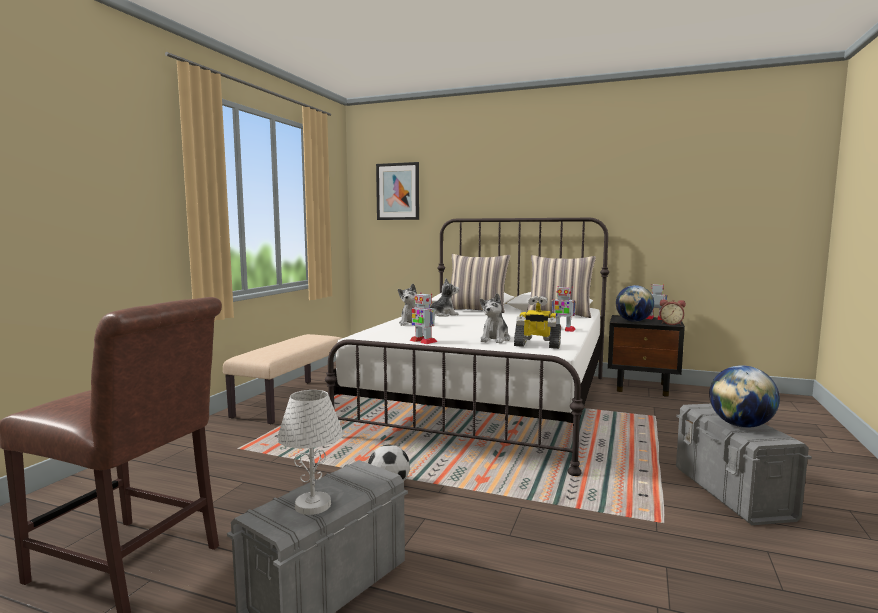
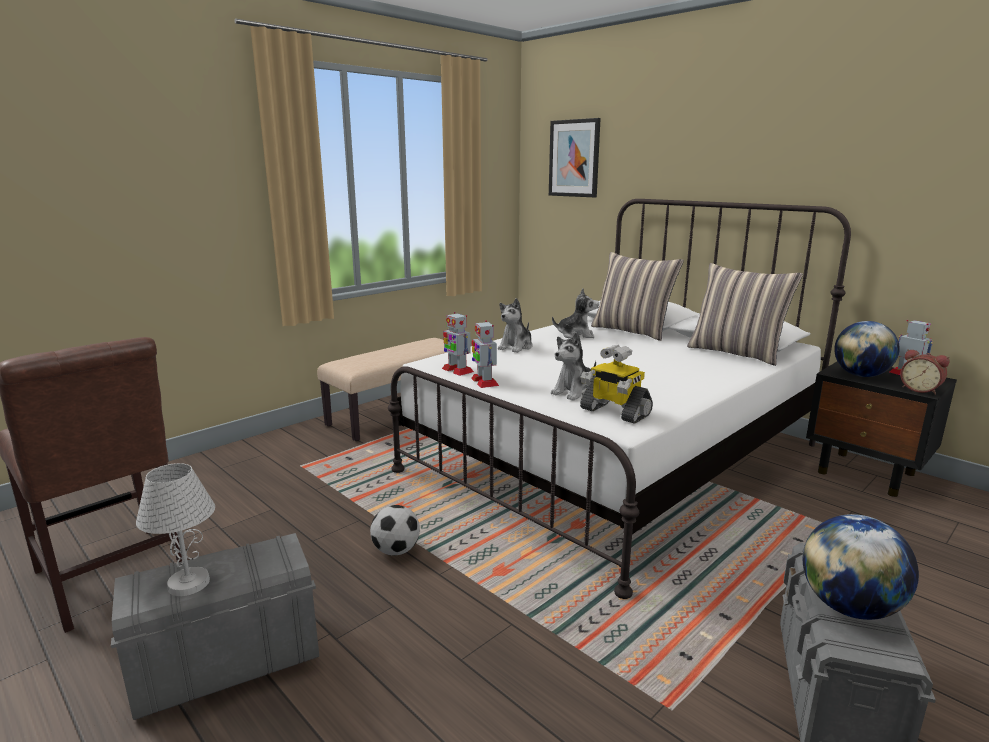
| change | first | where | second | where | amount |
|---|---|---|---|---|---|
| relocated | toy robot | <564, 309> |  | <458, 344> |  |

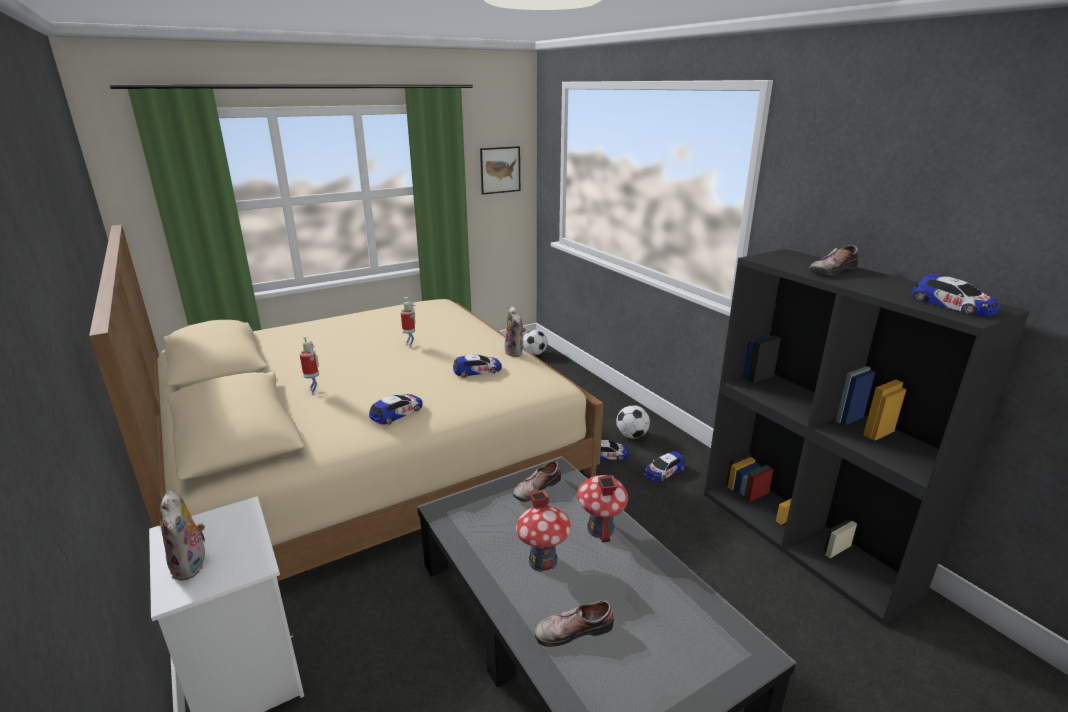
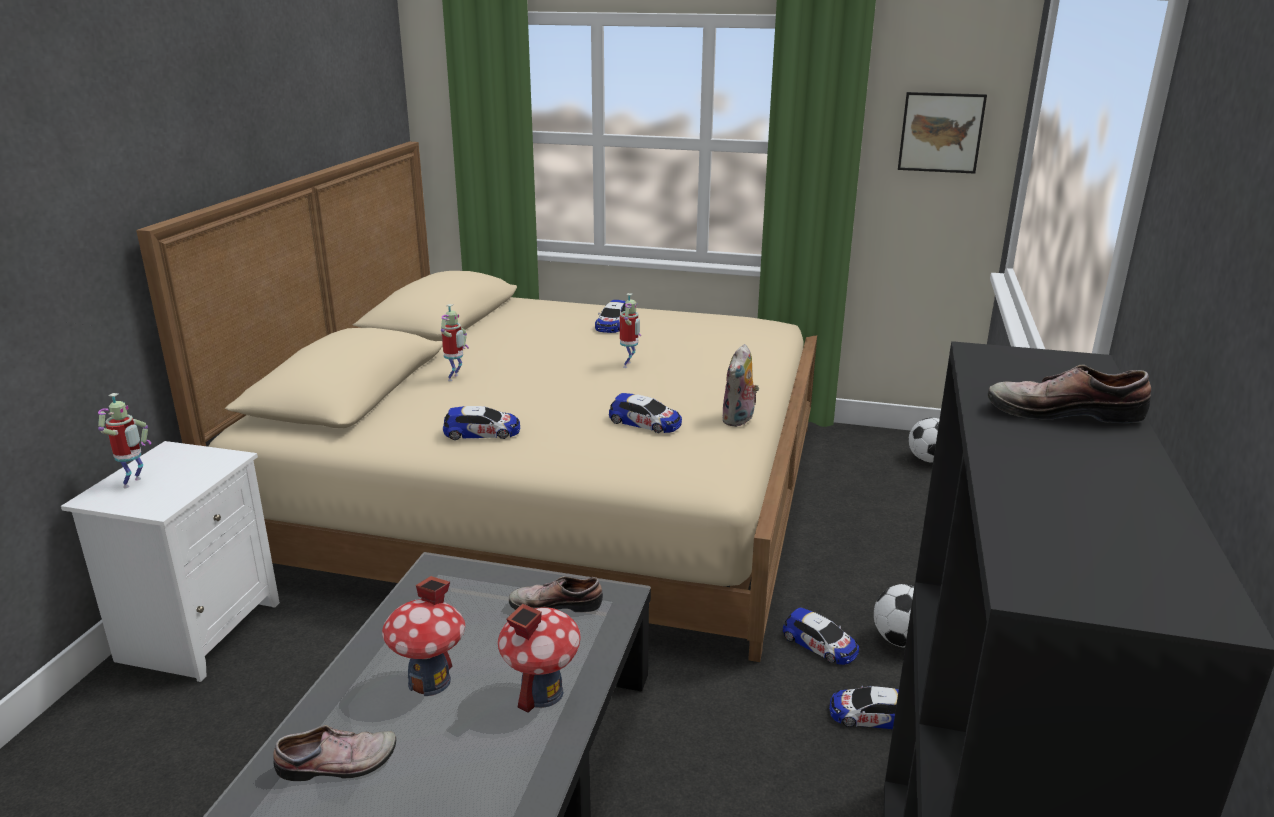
| change | first | where | second | where | amount |
|---|---|---|---|---|---|
| exchanged | plush toy | <182, 535> | toy robot | <124, 440> |  |
| spun | shoe | <574, 623> |  | <334, 753> | 135 degrees clockwise |
| relocated | toy car | <956, 295> |  | <610, 316> |  |

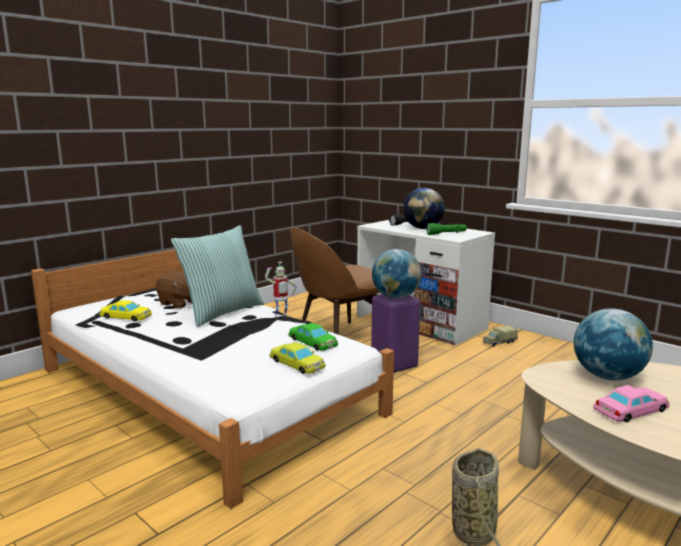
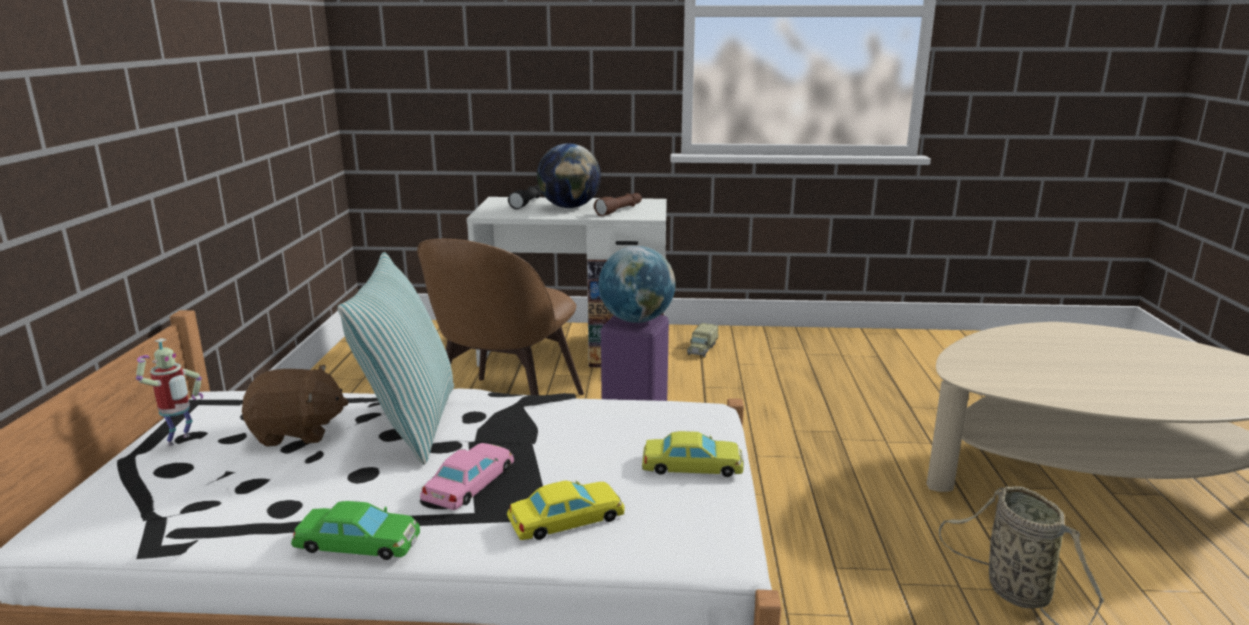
| change | first | where | second | where | amount |
|---|---|---|---|---|---|
| relocated | toy robot | <281, 289> |  | <169, 392> |  |
| relocated | green toy car | <313, 337> |  | <355, 530> |  |
| relocated | pink toy car | <631, 403> |  | <467, 476> |  |
| relocated | yellow toy car | <125, 311> |  | <566, 510> |  |
| colour | green flashlight | <446, 229> | brown flashlight | <618, 204> |  |
| missing | globe | <613, 344> |  |  |  |

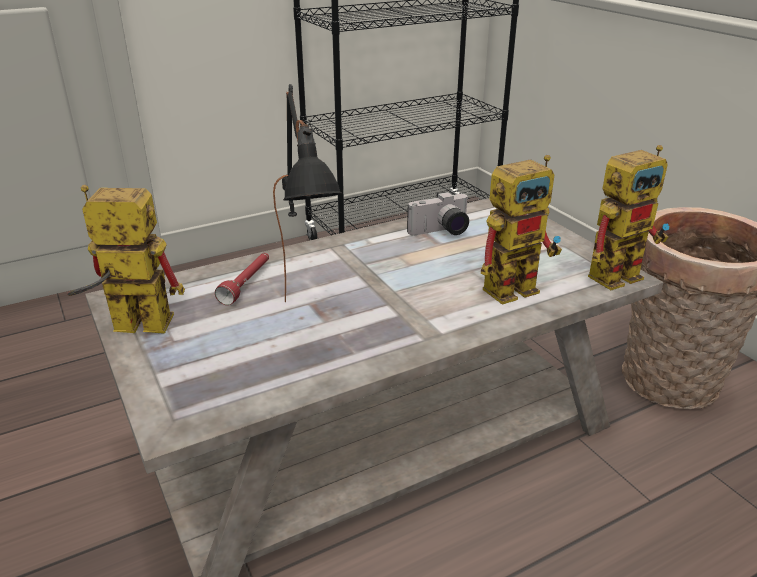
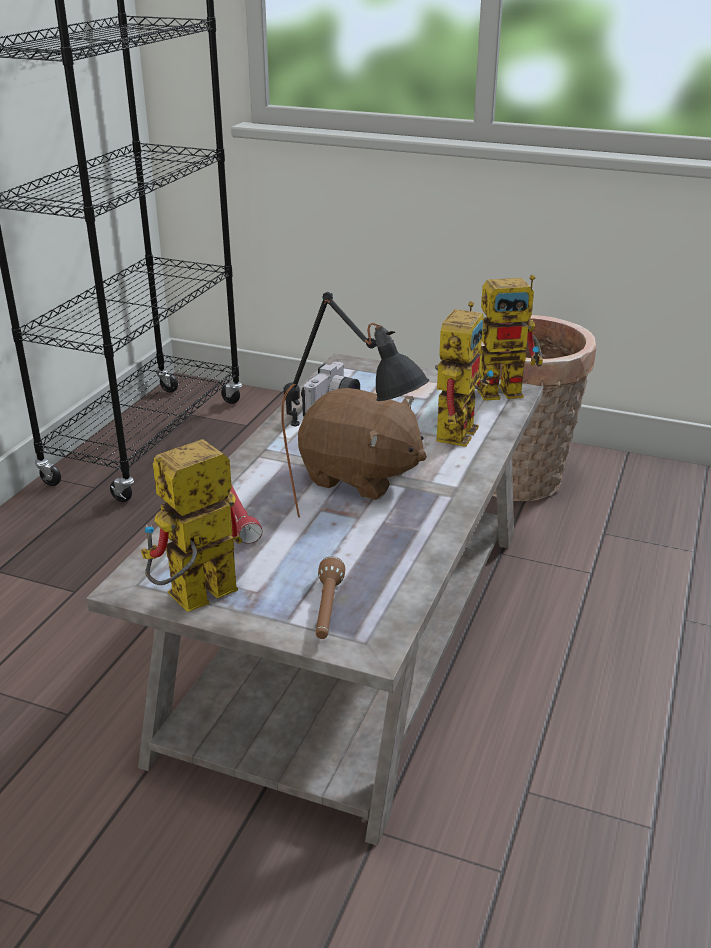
| change | first | where | second | where | amount |
|---|---|---|---|---|---|
| appeared |  |  | brown plush toy | <362, 444> |  |
| appeared |  |  | brown flashlight | <330, 598> |  |
| spun | toy robot | <629, 217> |  | <510, 338> | 60 degrees clockwise |

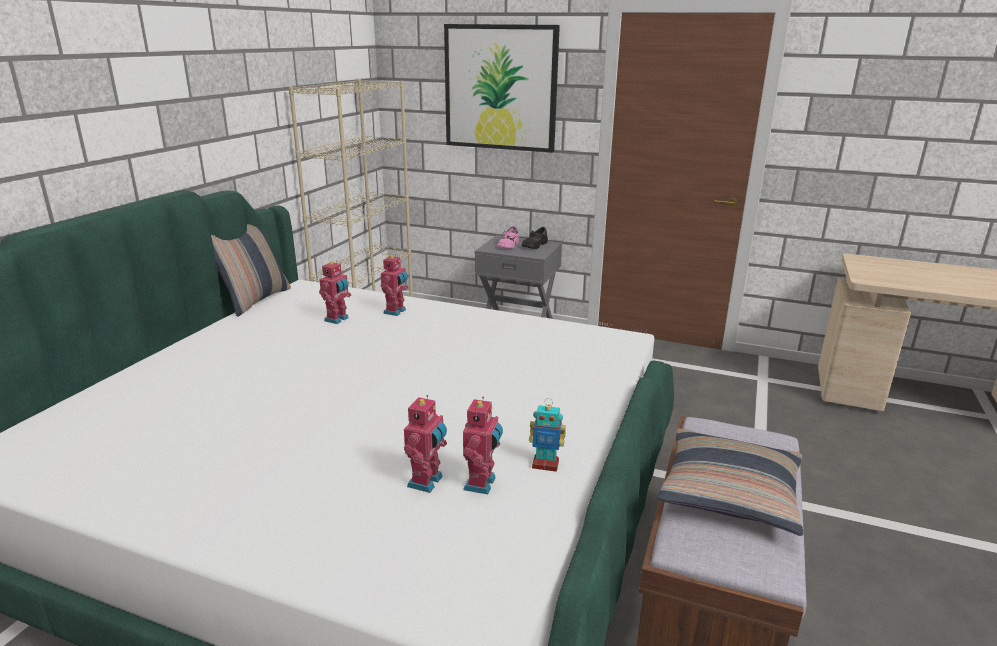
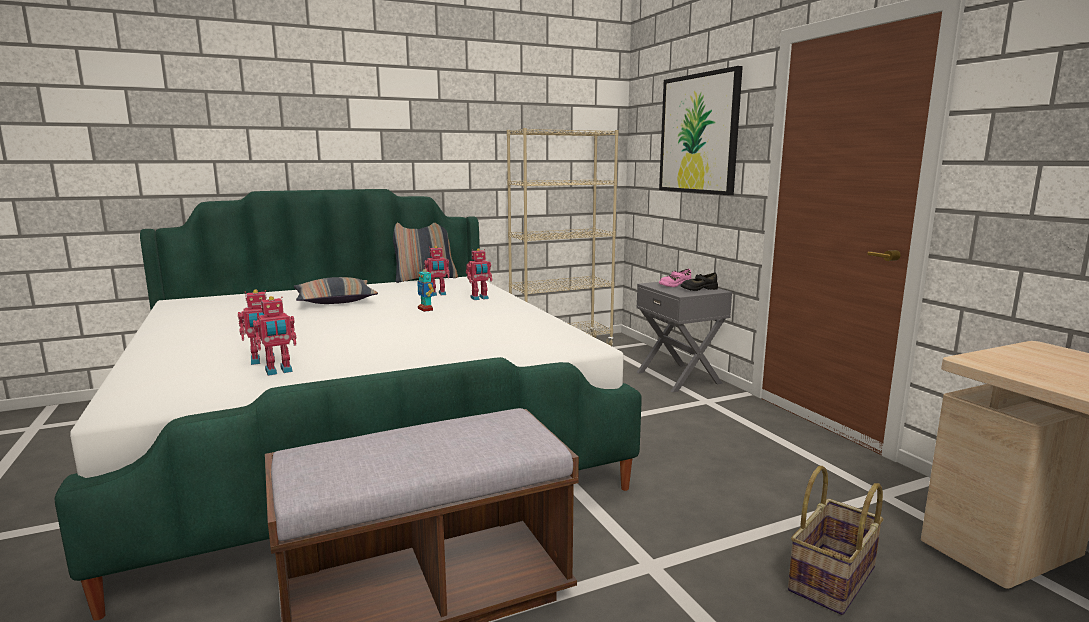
| change | first | where | second | where | amount |
|---|---|---|---|---|---|
| relocated | pillow | <730, 482> |  | <336, 290> |  |
| relocated | toy robot | <547, 435> |  | <425, 289> |  |
| appeared |  |  | basket | <836, 540> |  |

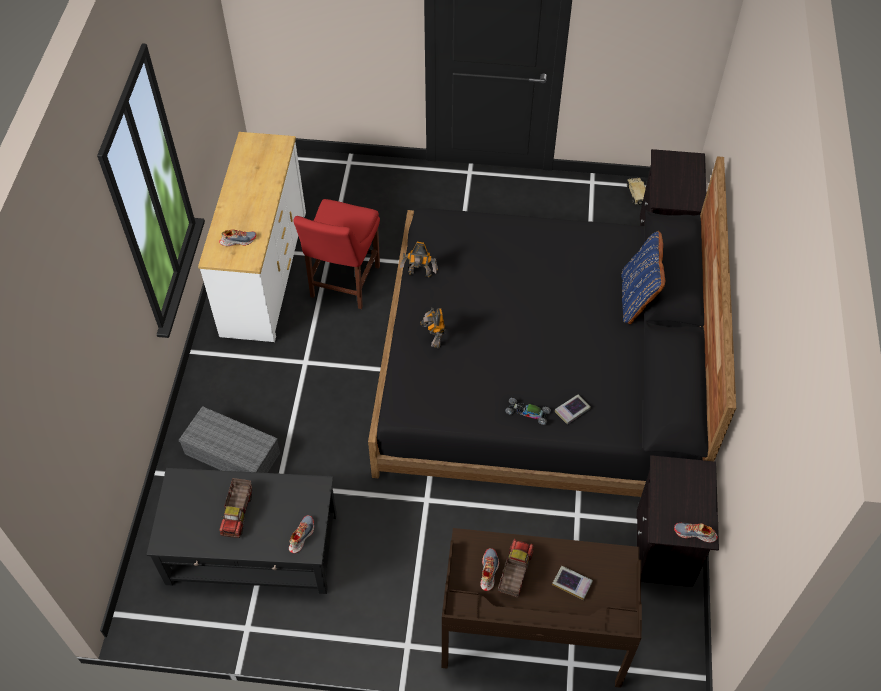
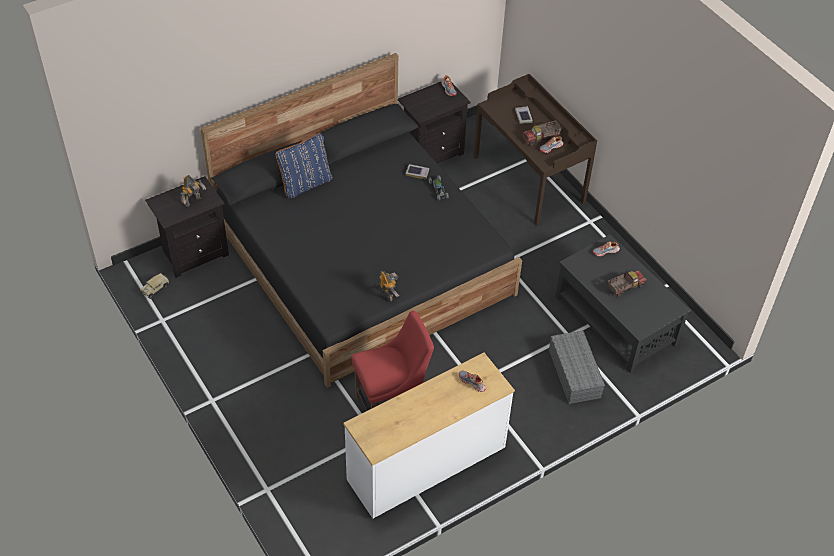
| change | first | where | second | where | amount |
|---|---|---|---|---|---|
| relocated | toy robot | <432, 328> |  | <193, 191> |  |

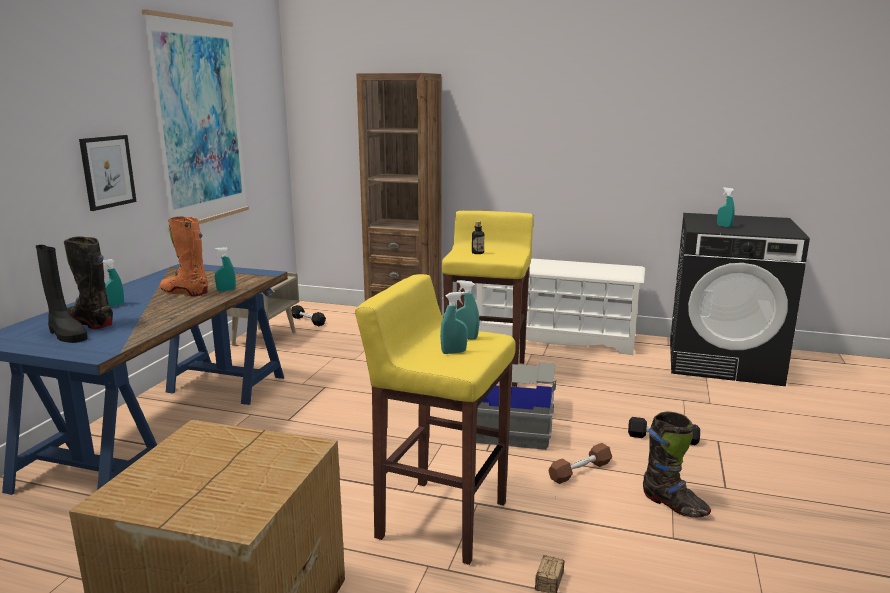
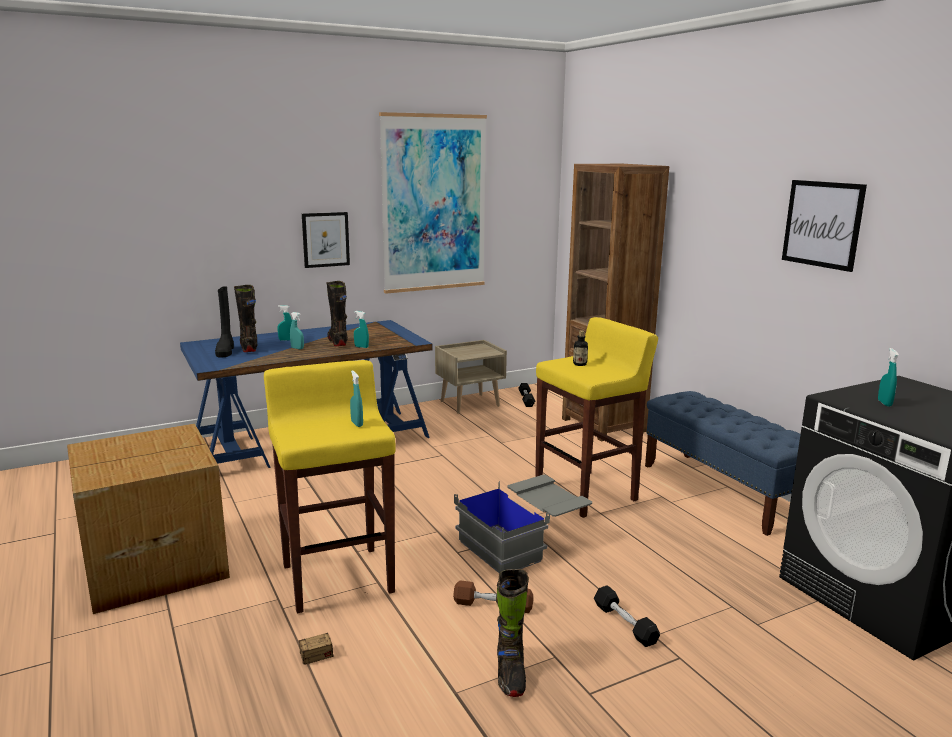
| change | first | where | second | where | amount |
|---|---|---|---|---|---|
| relocated | turquoise spray bottle | <454, 323> |  | <297, 330> |  |
| colour | orange boot | <184, 256> | black boot | <337, 313> |  |
| exchanged | white shoe rack | <561, 306> | blue bench | <723, 463> |  |
| appeared |  |  | picture | <824, 226> |  |

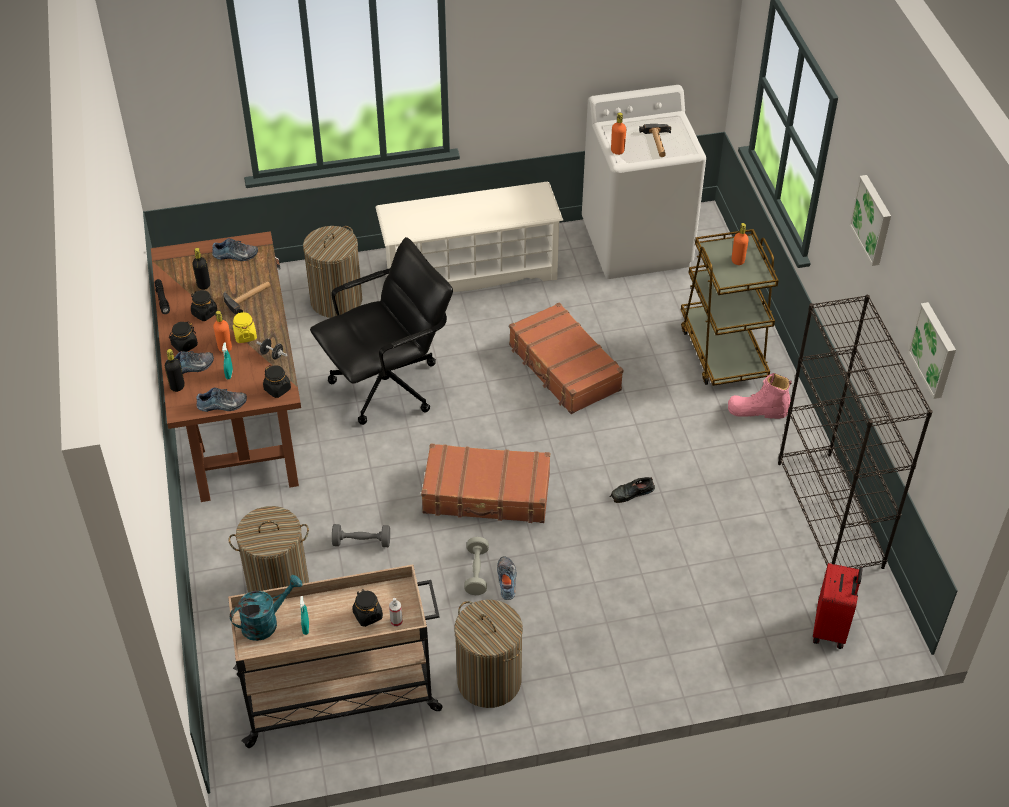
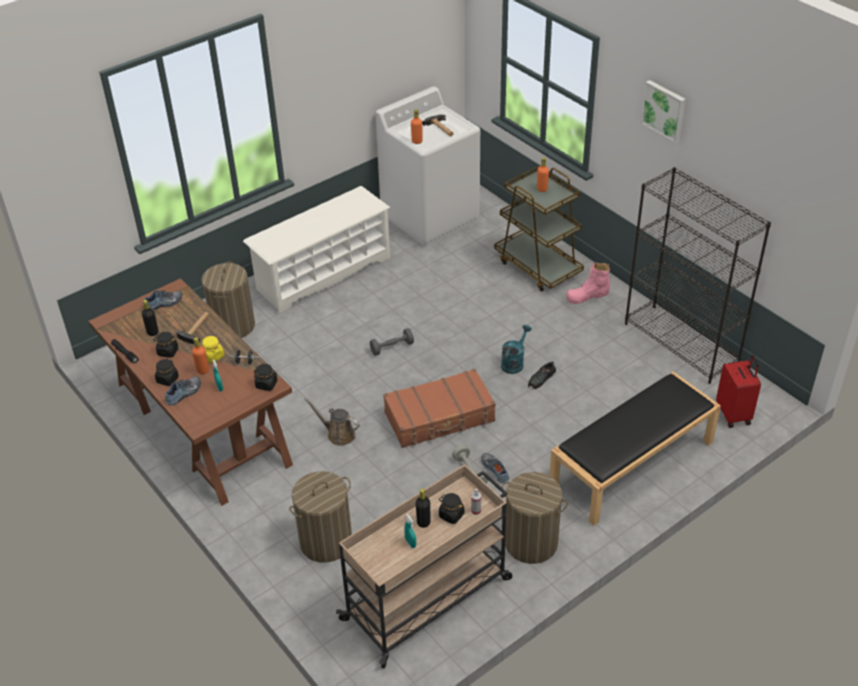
| change | first | where | second | where | amount |
|---|---|---|---|---|---|
| appeared |  |  | brown watering can | <332, 422> |  |
| relocated | grey dumbbell | <361, 535> |  | <392, 342> |  |
| relocated | black bottle | <175, 370> |  | <423, 508> |  |
| relocated | turquoise watering can | <266, 608> |  | <516, 349> |  |
| appeared |  |  | black bench | <635, 449> |  |
| missing | shoe | <221, 399> |  |  |  |
| missing | black office chair | <381, 331> |  |  |  |
| missing | brown suitcase | <566, 358> |  |  |  |
| missing | picture | <931, 350> |  |  |  |

